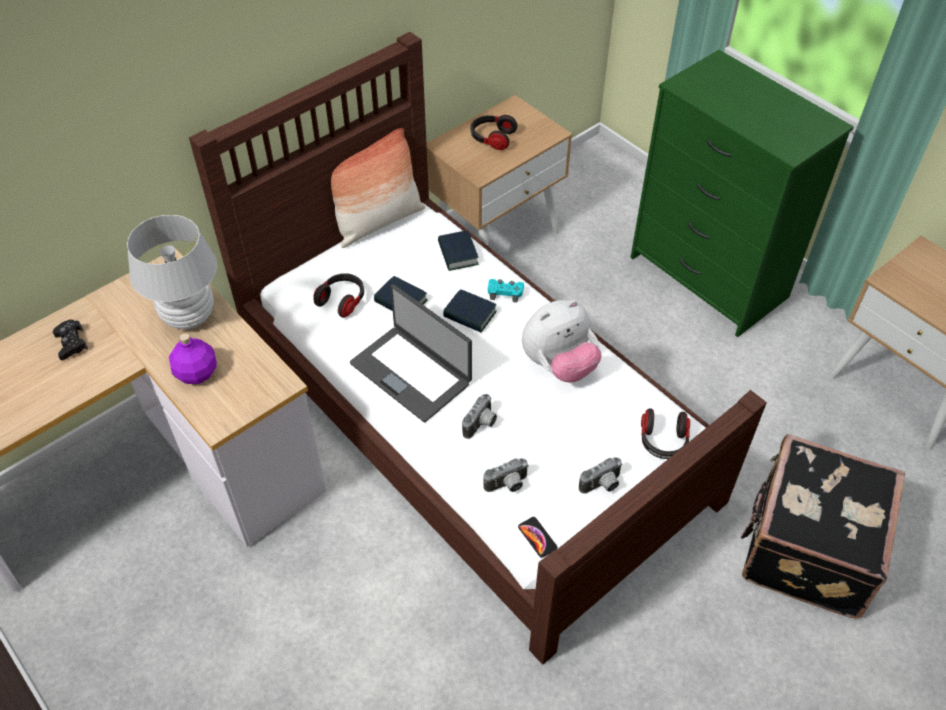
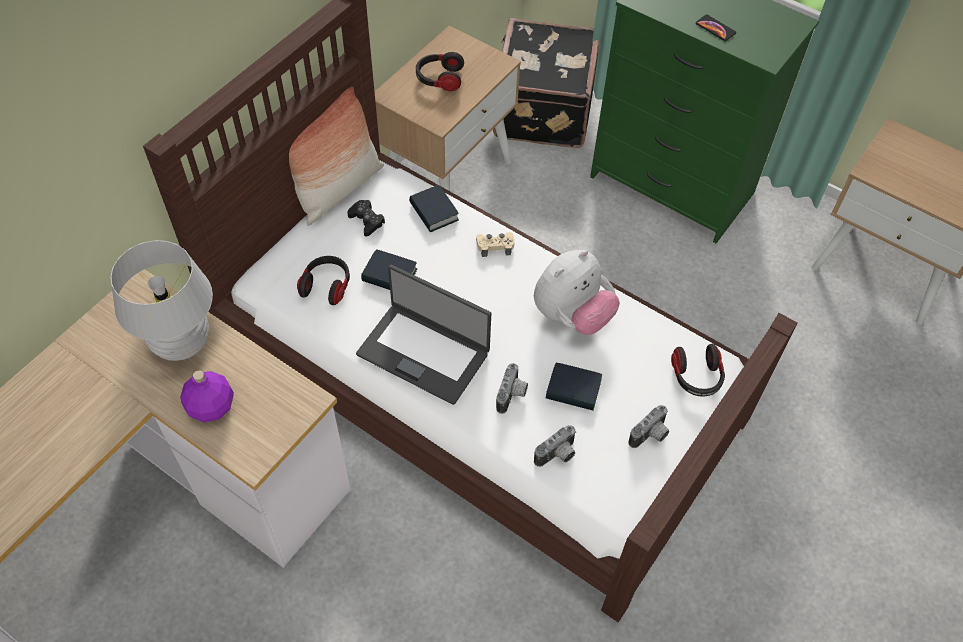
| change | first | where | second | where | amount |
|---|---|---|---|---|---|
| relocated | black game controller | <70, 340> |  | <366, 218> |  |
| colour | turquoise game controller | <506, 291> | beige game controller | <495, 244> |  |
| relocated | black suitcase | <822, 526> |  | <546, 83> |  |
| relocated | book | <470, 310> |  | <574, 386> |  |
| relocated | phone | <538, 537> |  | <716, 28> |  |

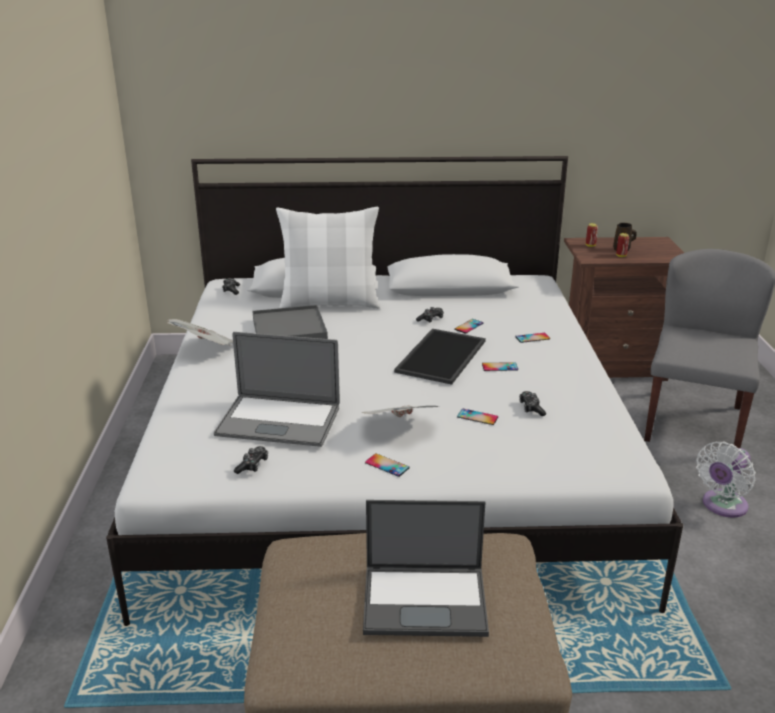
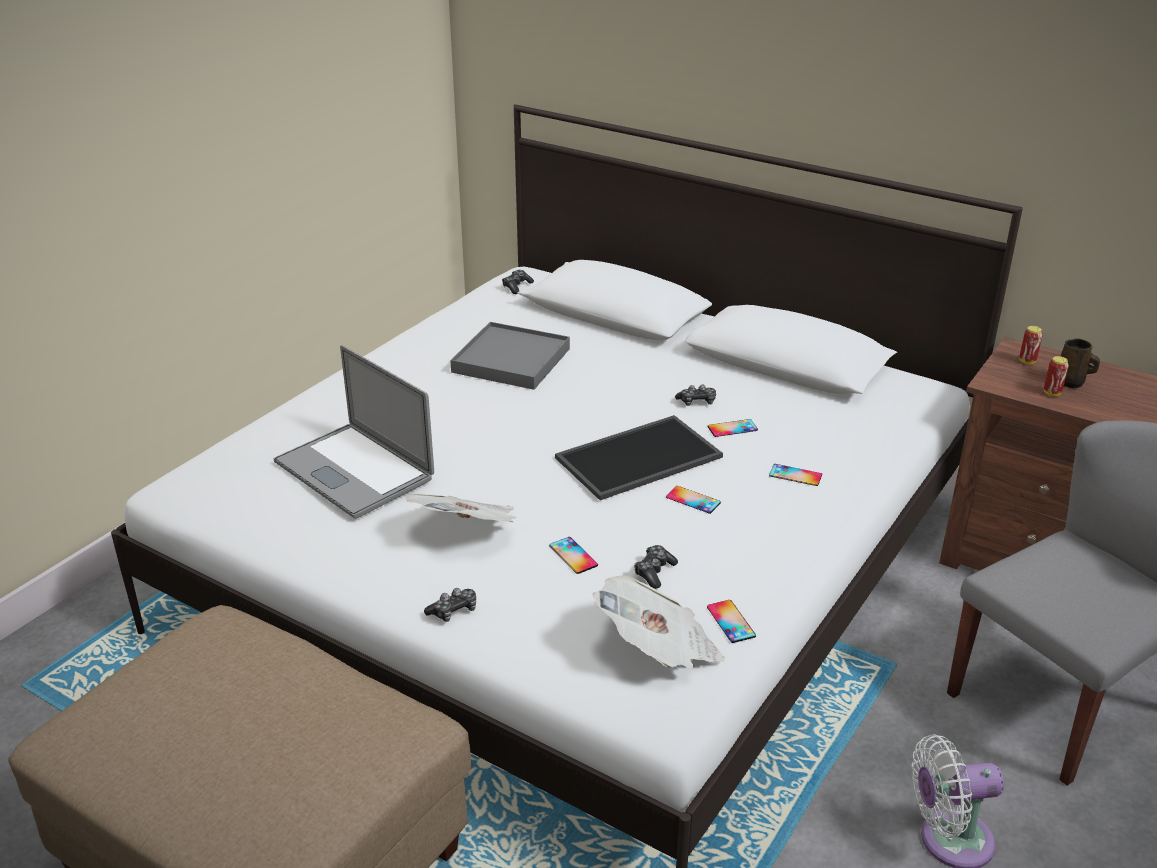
| change | first | where | second | where | amount |
|---|---|---|---|---|---|
| relocated | game controller | <251, 460> |  | <450, 605> |  |
| relocated | newspaper | <200, 332> |  | <659, 622> |  |
| relocated | phone | <387, 465> |  | <731, 621> |  |
| missing | white pillow | <328, 258> |  |  |  |
| missing | laptop | <426, 568> |  |  |  |

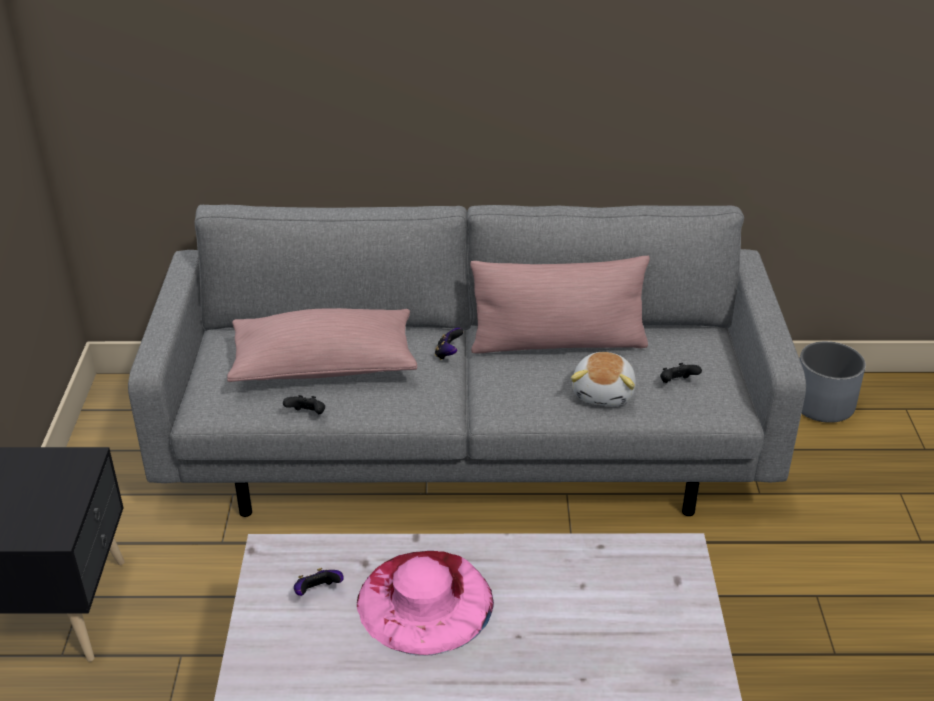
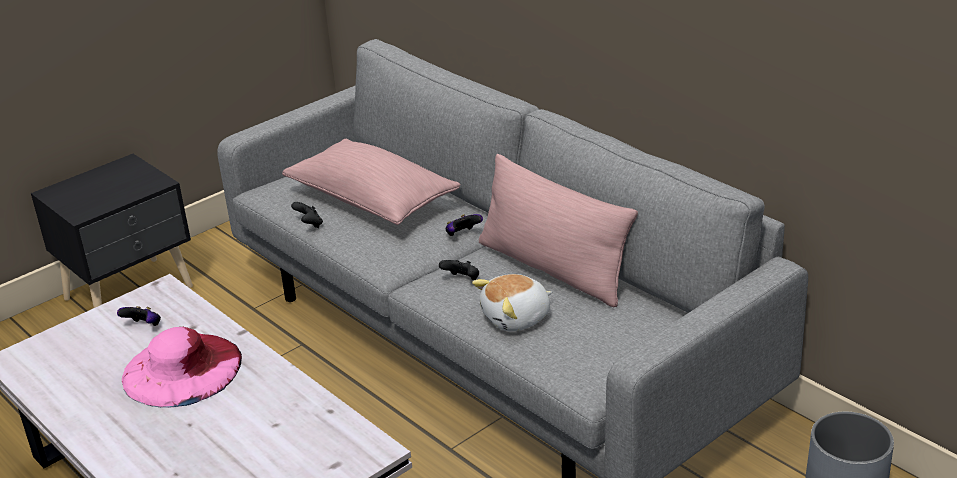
| change | first | where | second | where | amount |
|---|---|---|---|---|---|
| relocated | black game controller | <681, 373> |  | <459, 270> |  |

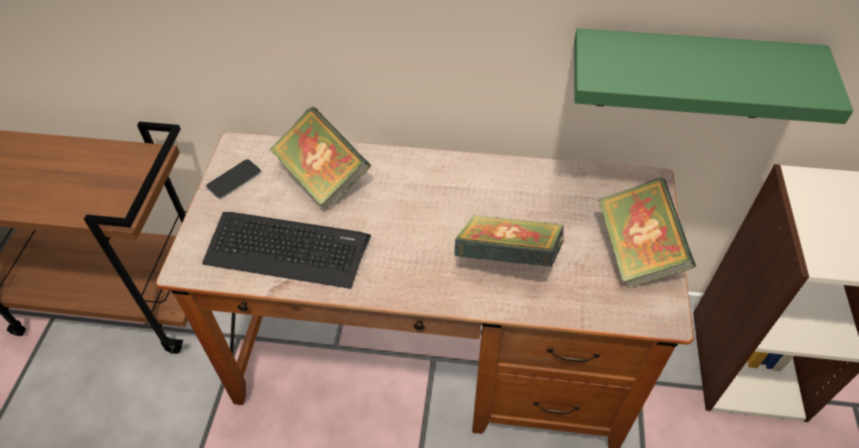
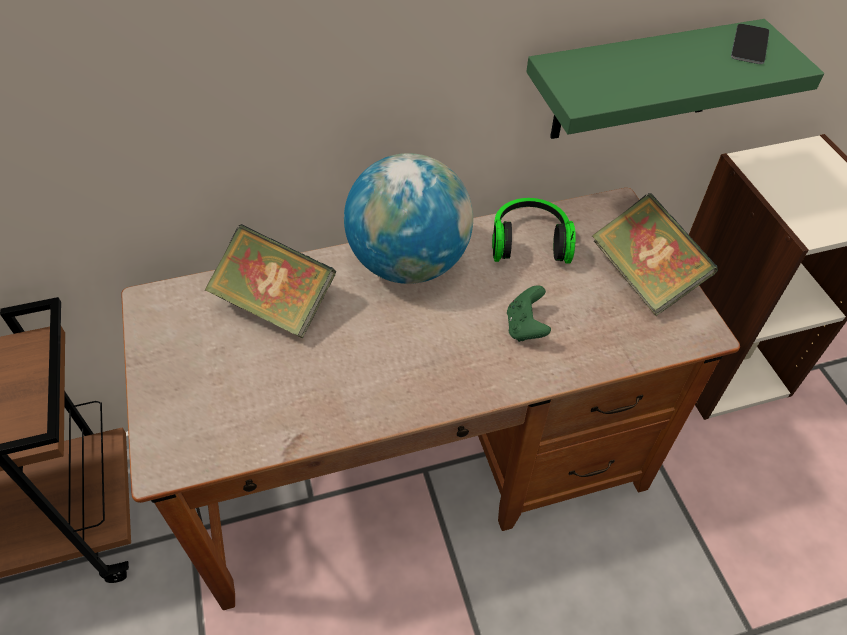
| change | first | where | second | where | amount |
|---|---|---|---|---|---|
| appeared |  |  | globe | <408, 218> |  |
| appeared |  |  | headphones | <534, 231> |  |
| exchanged | book | <509, 241> | green game controller | <529, 313> |  |
| relocated | phone | <233, 179> |  | <750, 44> |  |
| missing | keyboard | <286, 250> |  |  |  |

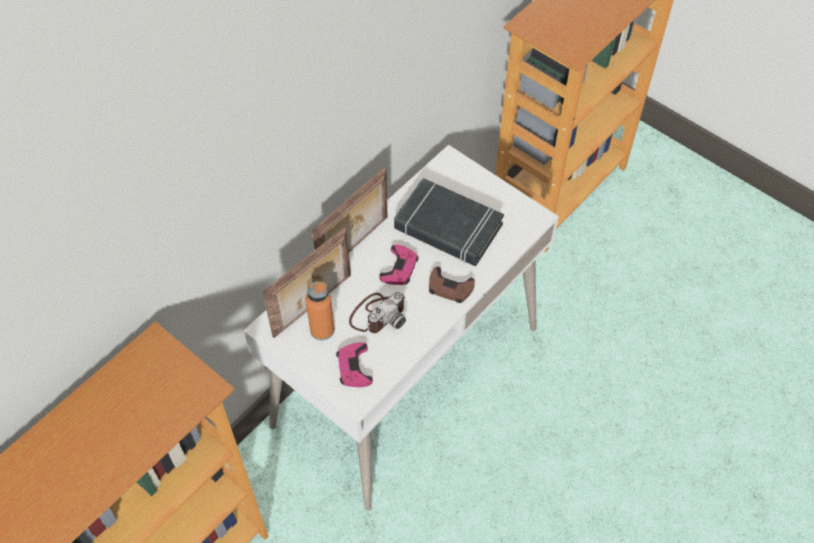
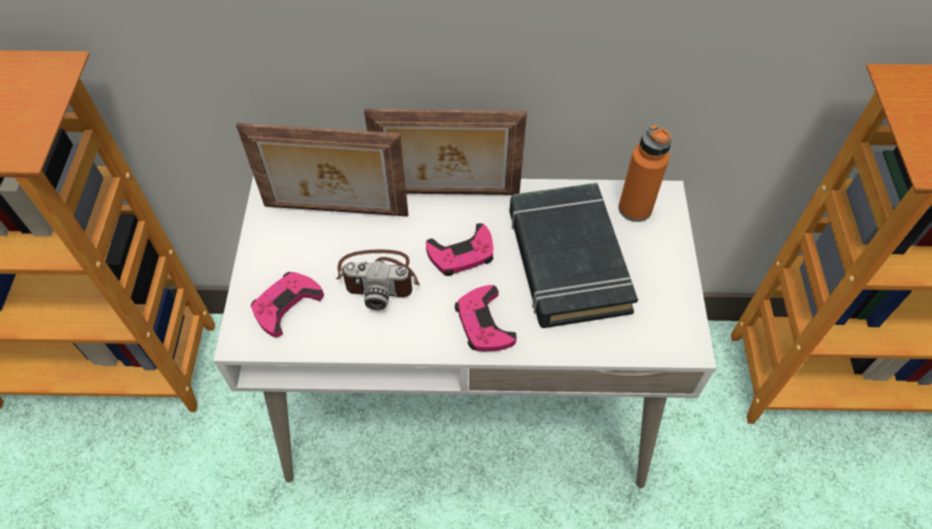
| change | first | where | second | where | amount |
|---|---|---|---|---|---|
| colour | brown game controller | <452, 285> | pink game controller | <486, 318> |  |
| relocated | orange bottle | <320, 311> |  | <645, 173> |  |

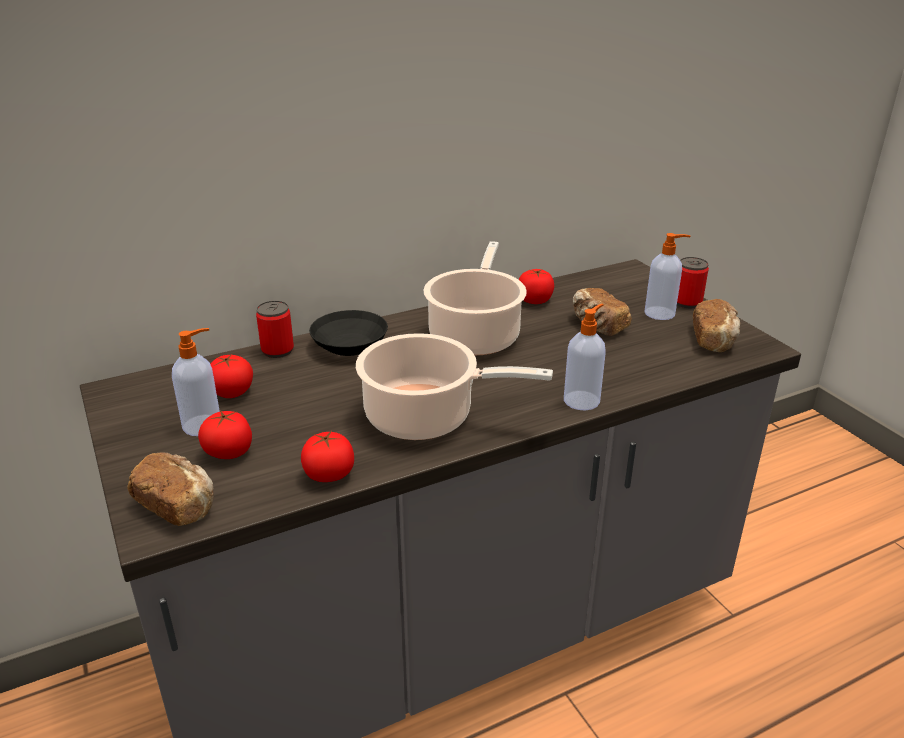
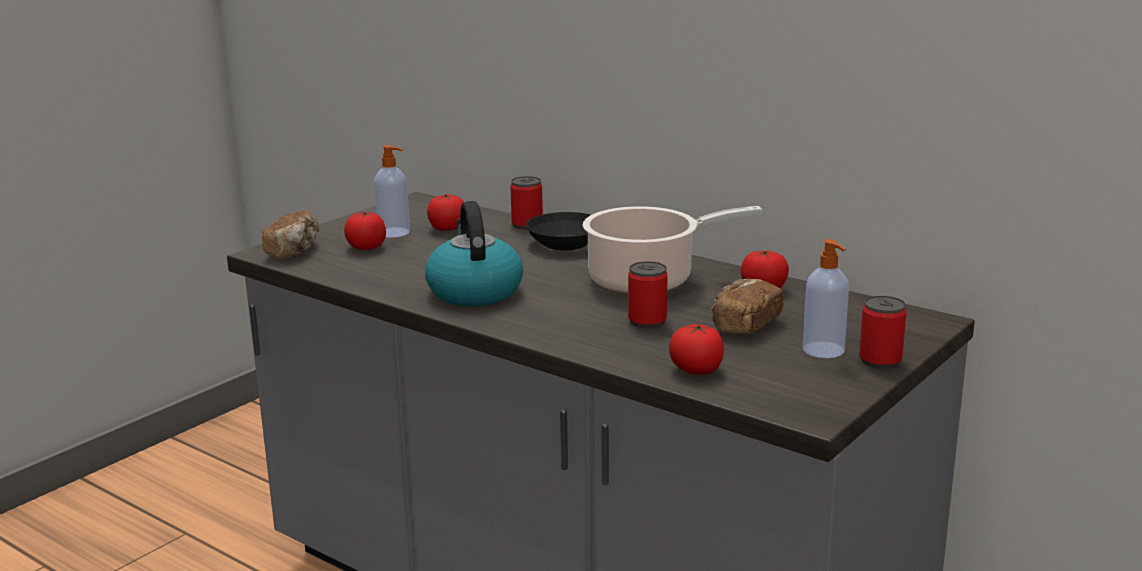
| change | first | where | second | where | amount |
|---|---|---|---|---|---|
| exchanged | cooking pot | <454, 386> | kettle | <474, 253> |  |
| appeared |  |  | can | <648, 294> |  |
| relocated | tomato | <327, 456> |  | <696, 349> |  |
| missing | soap dispenser | <585, 357> |  |  |  |
| missing | bread | <716, 325> |  |  |  |

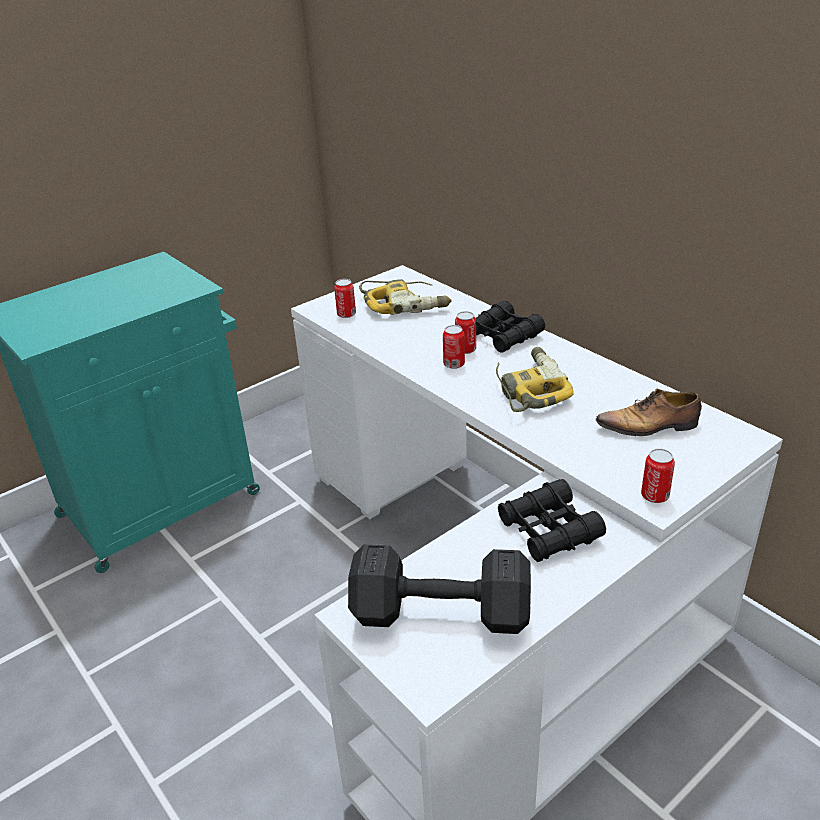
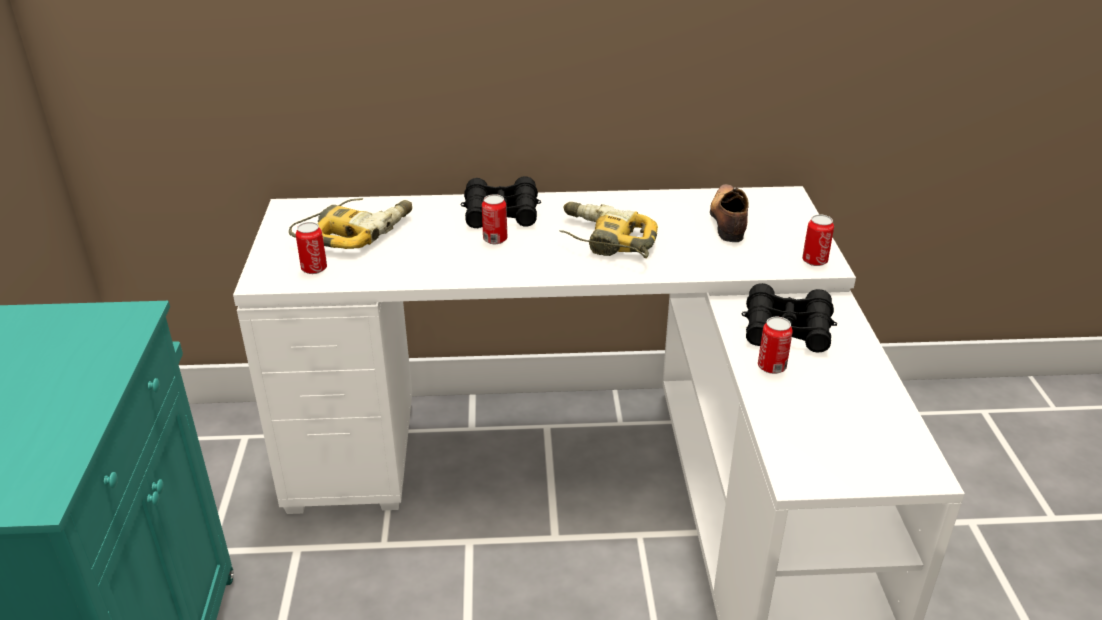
| change | first | where | second | where | amount |
|---|---|---|---|---|---|
| spun | shoe | <648, 412> |  | <729, 213> | 150 degrees clockwise |
| relocated | can | <454, 347> |  | <775, 345> |  |
| missing | black dumbbell | <439, 589> |  |  |  |

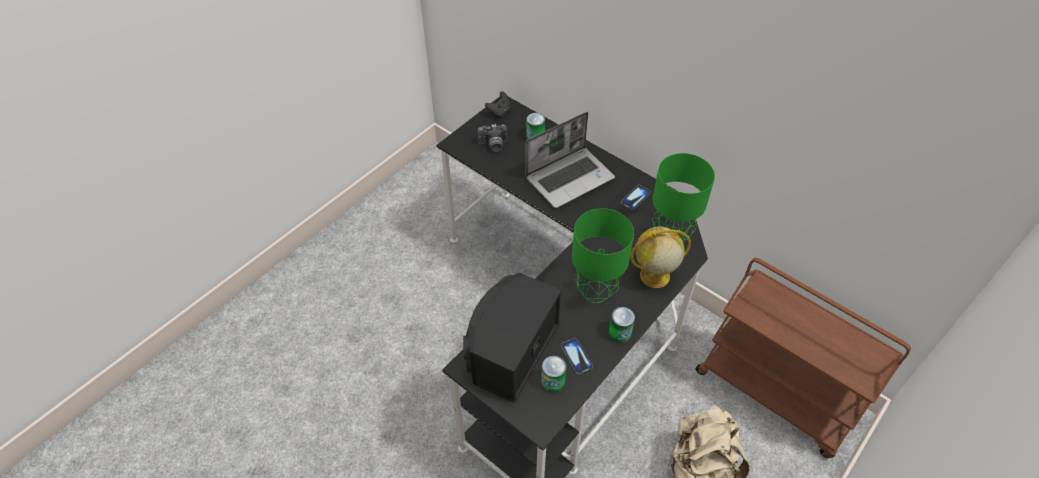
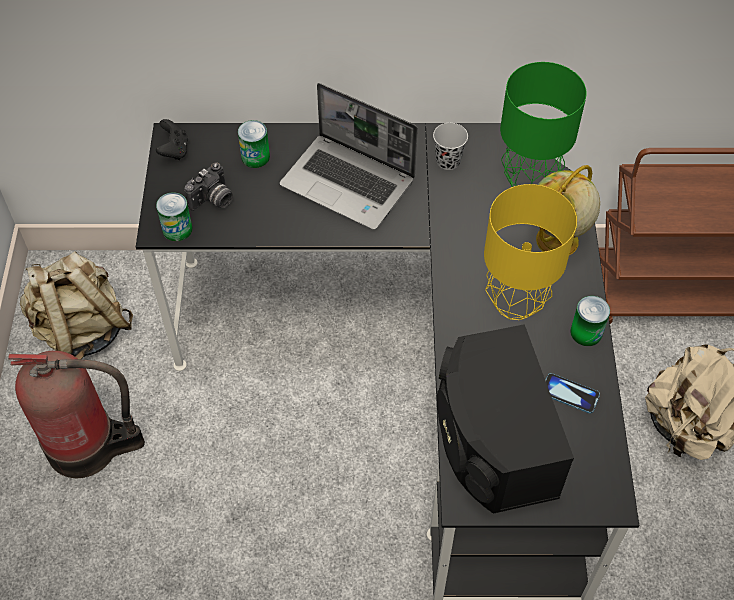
| change | first | where | second | where | amount |
|---|---|---|---|---|---|
| appeared |  |  | fire extinguisher | <76, 414> |  |
| appeared |  |  | beige backpack | <76, 305> |  |
| relocated | can | <553, 374> |  | <174, 216> |  |
| spun | laptop | <570, 160> |  | <349, 156> | 105 degrees clockwise |
| exchanged | phone | <636, 197> | black cup | <450, 146> |  |
| colour | green table lamp | <603, 255> | yellow table lamp | <530, 252> |  |

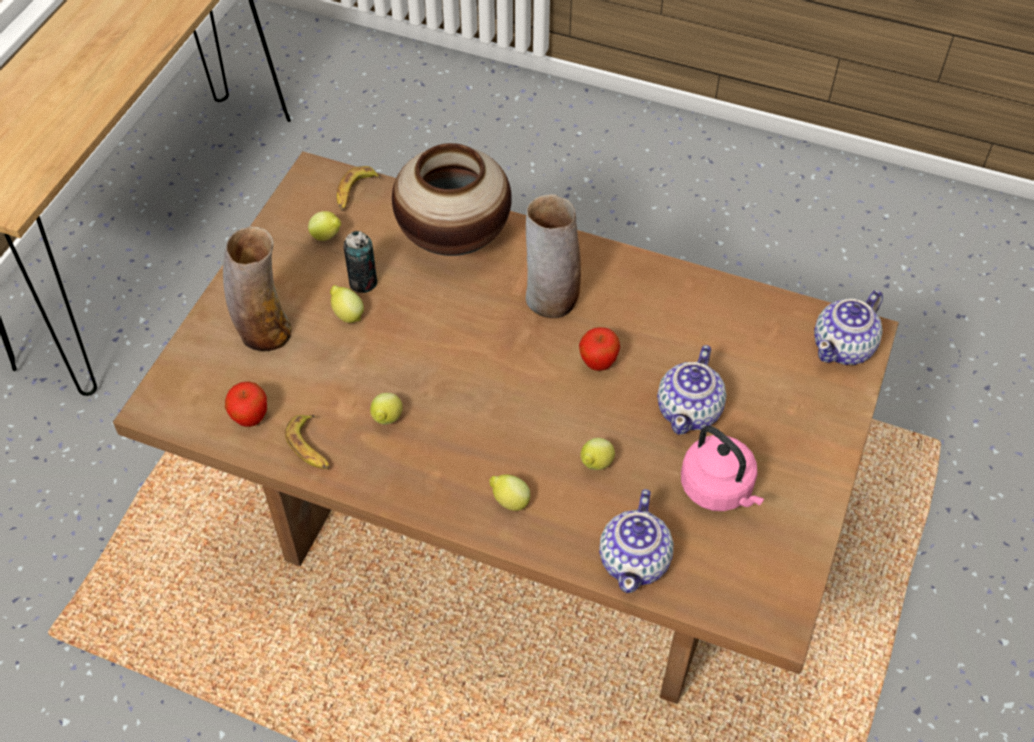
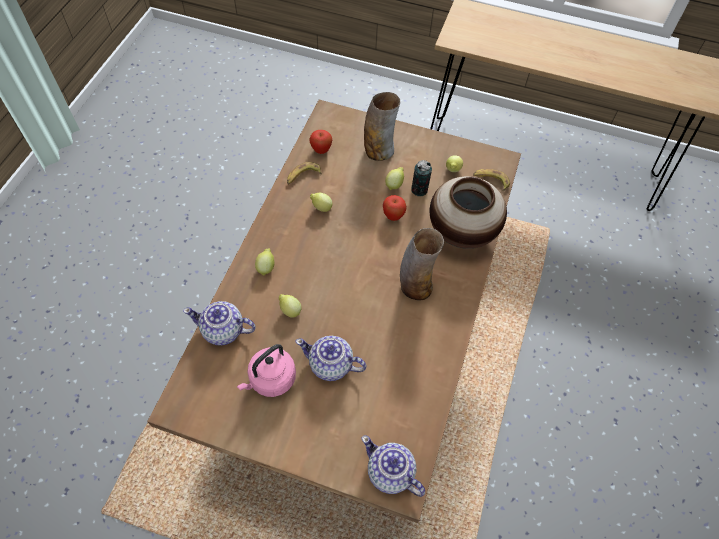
| change | first | where | second | where | amount |
|---|---|---|---|---|---|
| relocated | apple | <599, 349> |  | <395, 208> |  |

